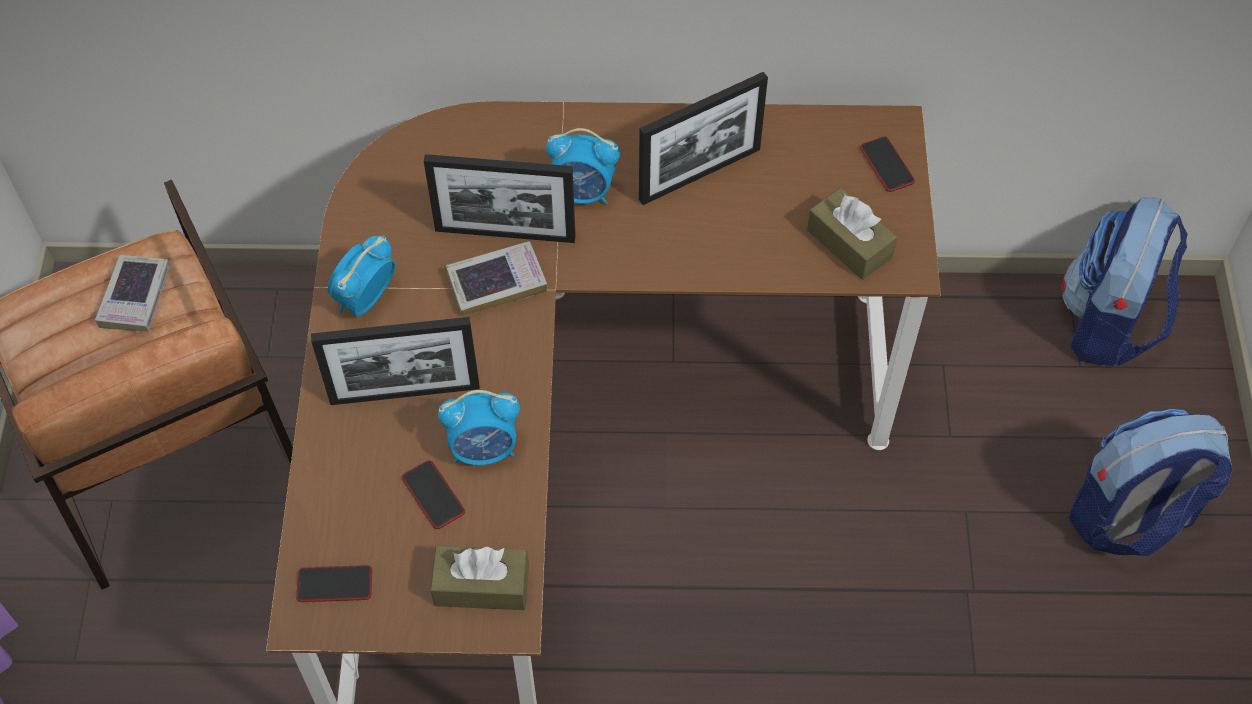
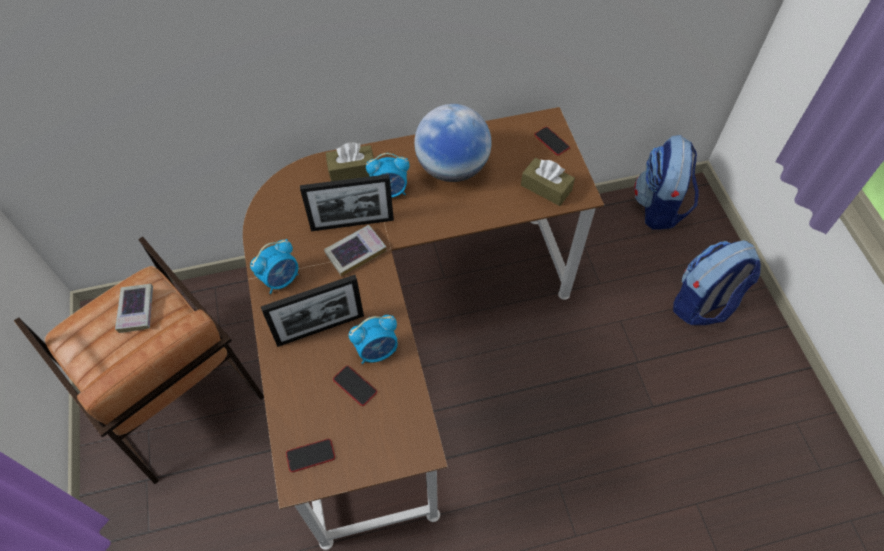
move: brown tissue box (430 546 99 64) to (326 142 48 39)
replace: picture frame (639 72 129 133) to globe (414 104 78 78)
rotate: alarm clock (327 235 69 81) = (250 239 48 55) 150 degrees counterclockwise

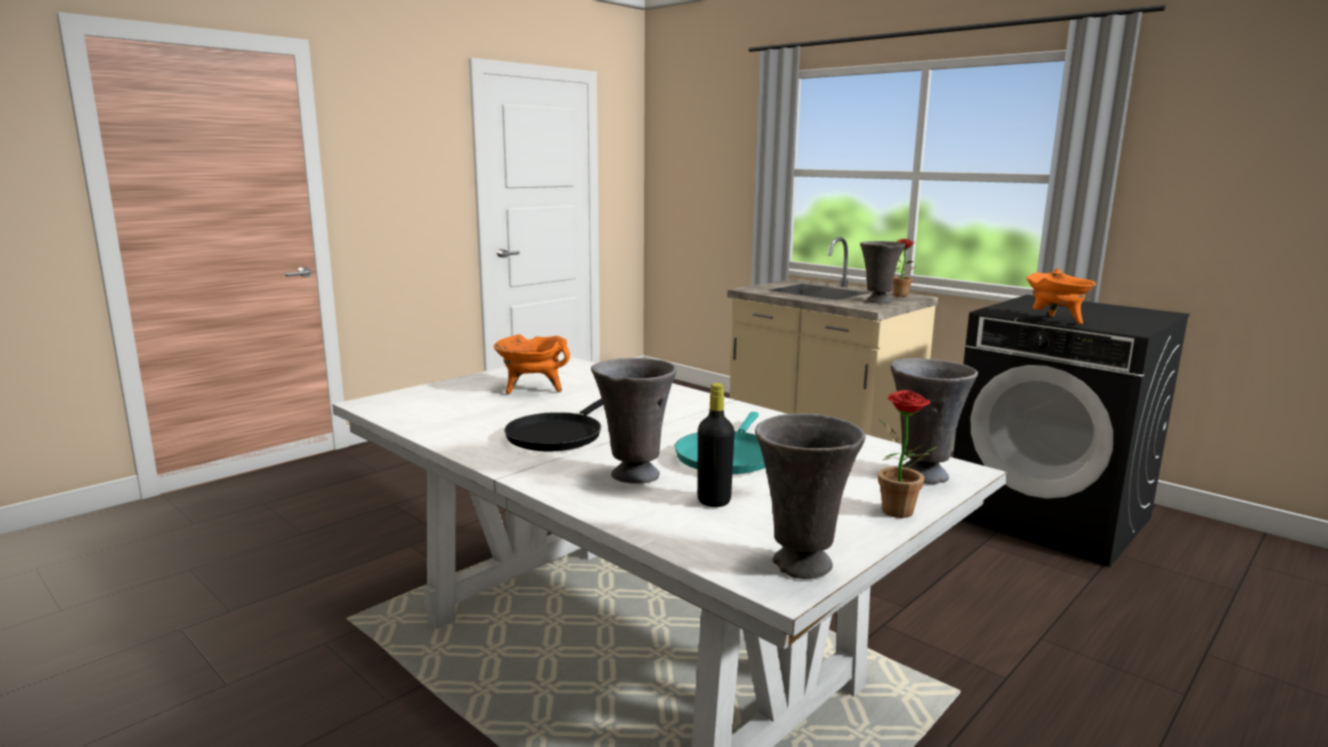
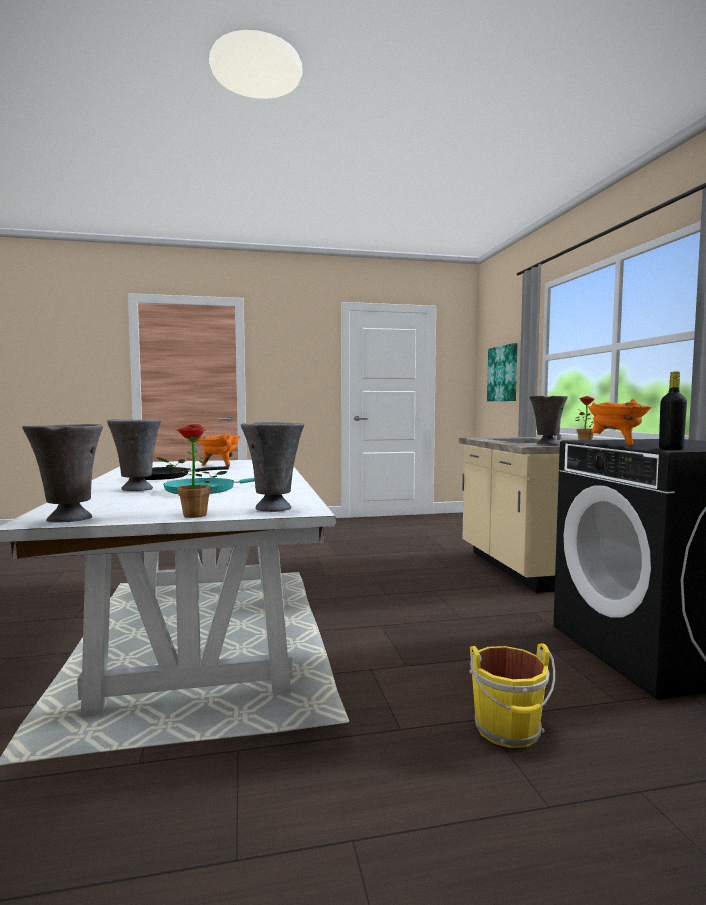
insert: yellow bucket (470 643 85 105); wall art (487 343 31 58)
move: black bottle (697 383 37 124) to (659 372 28 78)

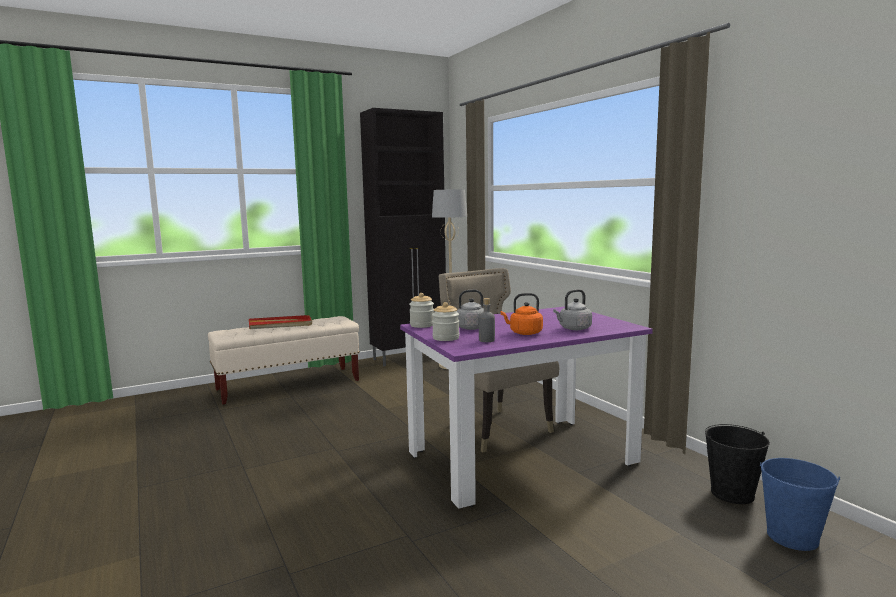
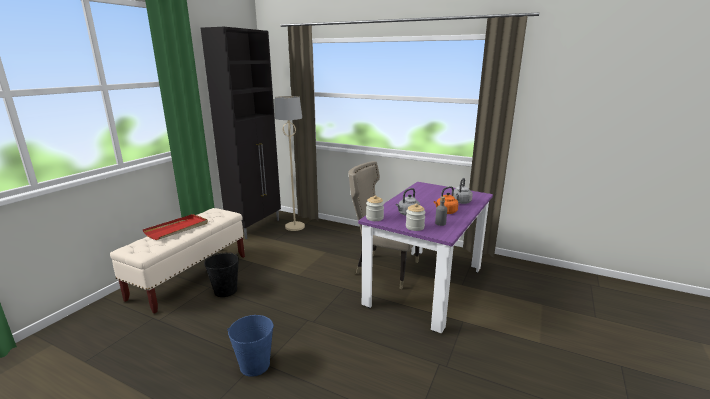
move: black bucket (705 424 65 80) to (204 252 35 45); bluish bucket (760 458 80 93) to (227 315 47 62)

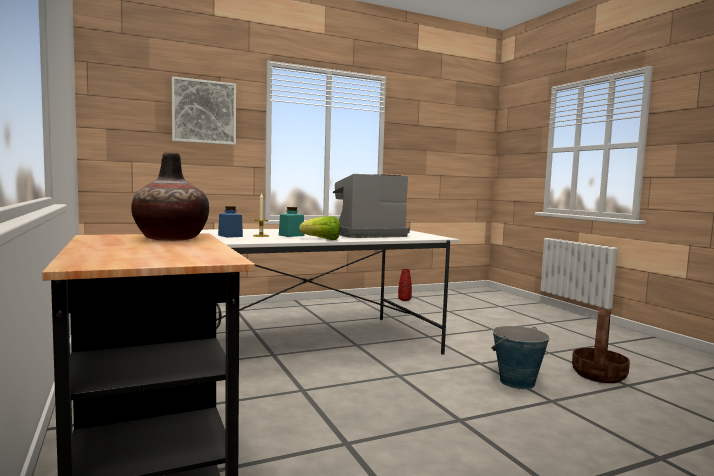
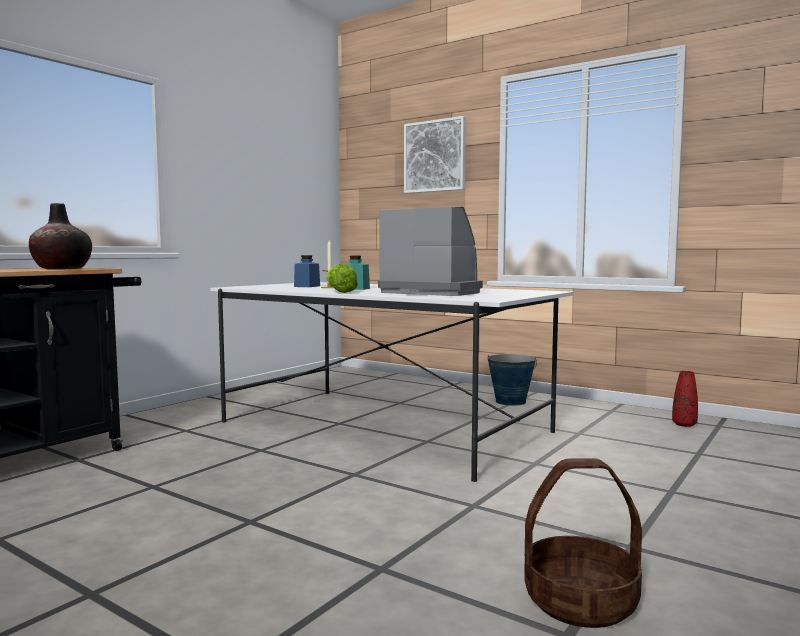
move: bucket (491 326 59 63) to (487 354 50 52)

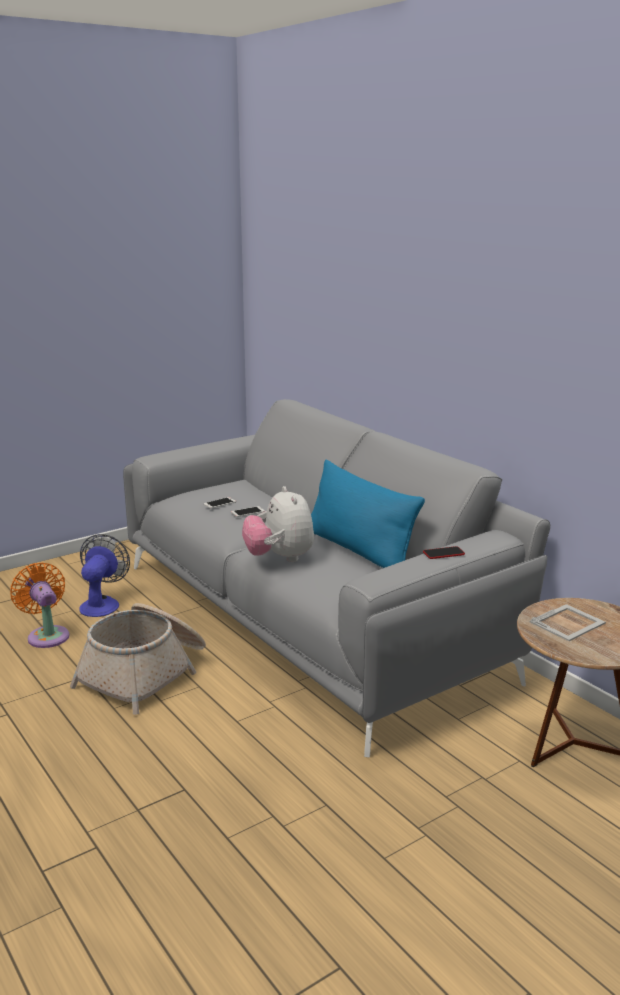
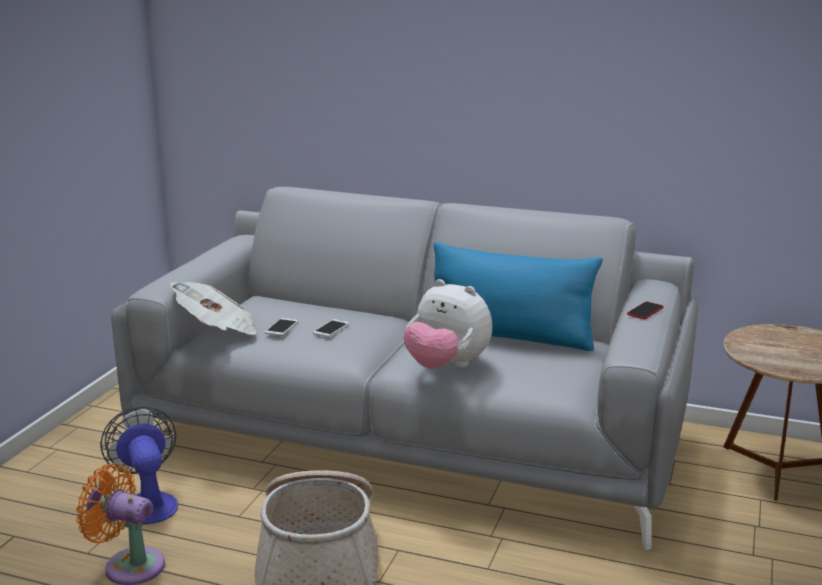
delete: picture frame (530 604 76 37)
insert: printed paper (170 282 86 53)

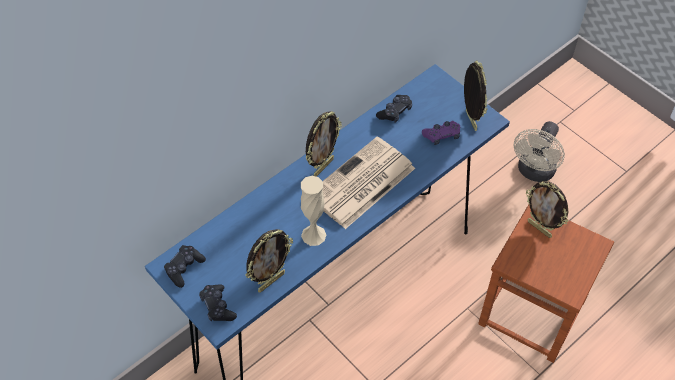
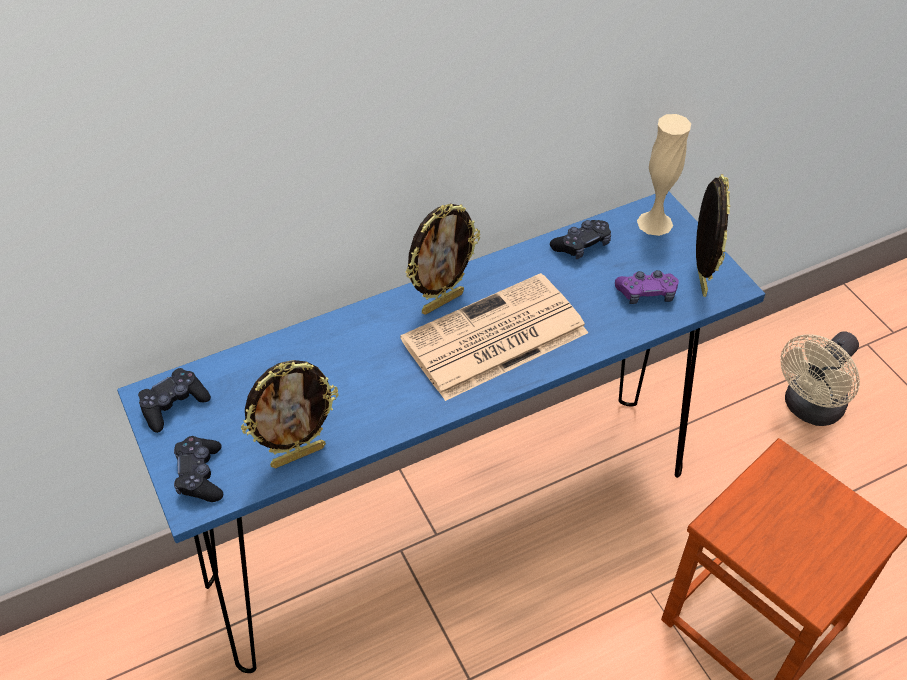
delete: picture frame (526 181 42 57)
move: sand-coloured flower vase (301 176 25 70) to (637 114 54 122)

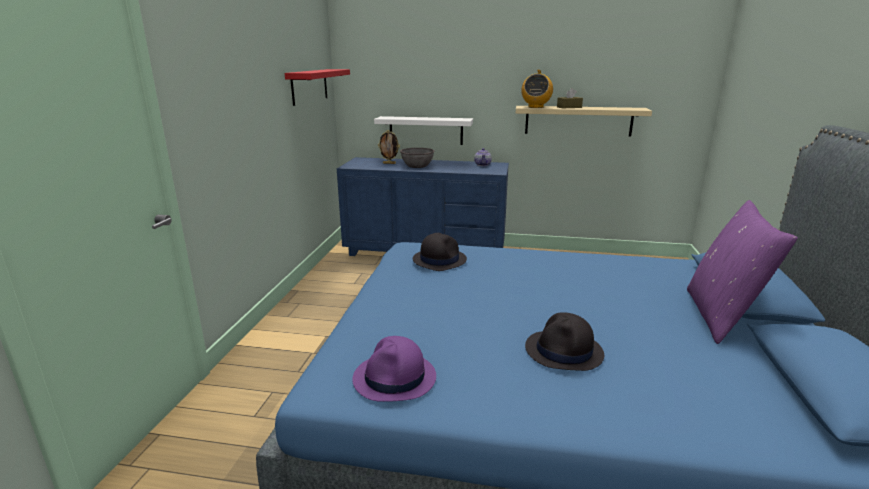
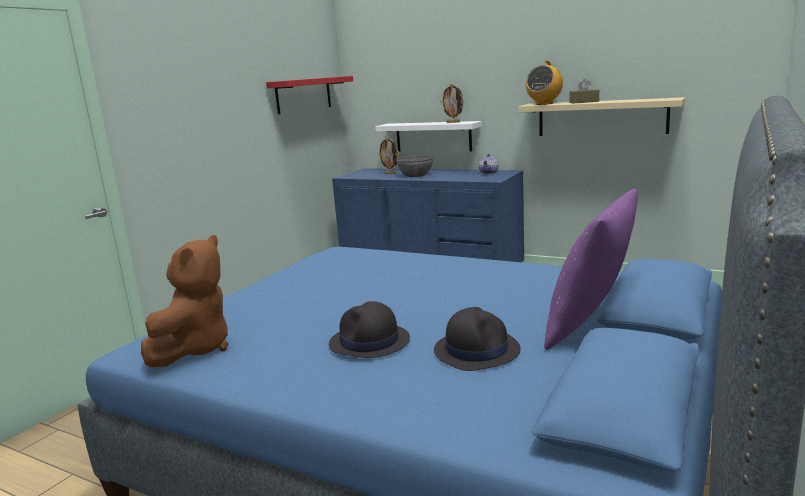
insert: picture frame (441 83 23 40)
move: black wearable hat (413 233 54 38) to (434 307 87 64)
replace: purple-coloured wearable hat (352 336 84 66) to brown cuddly toy (141 235 88 133)

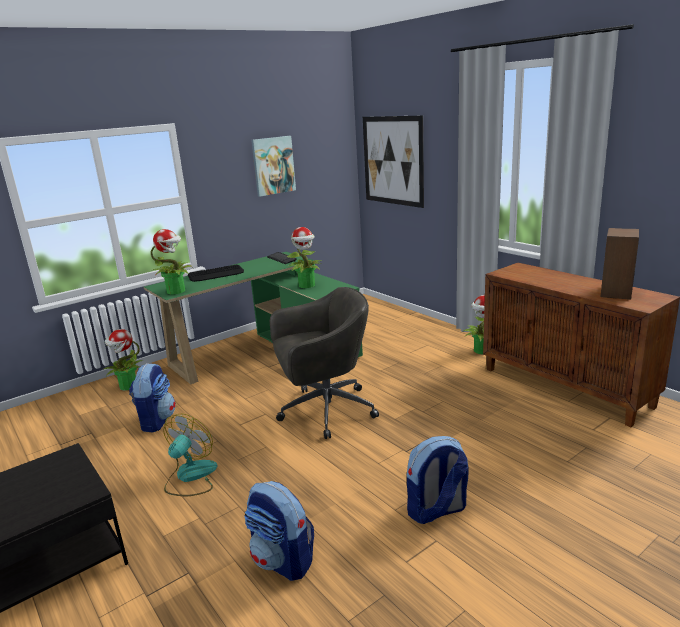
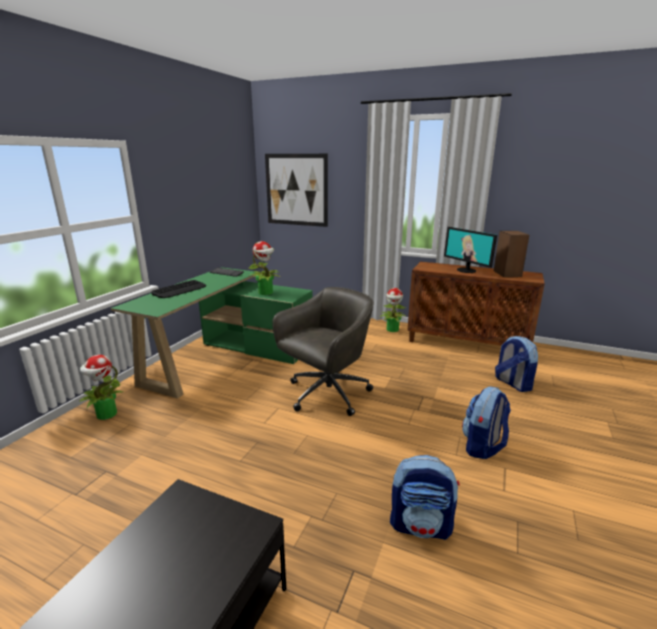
delete: potted plant (151 229 43 65); electric fan (163 413 55 83); wall art (251 136 45 61)
insert: computer screen (444 227 53 46)
move: knapsack (129 363 47 70) to (495 336 43 56)

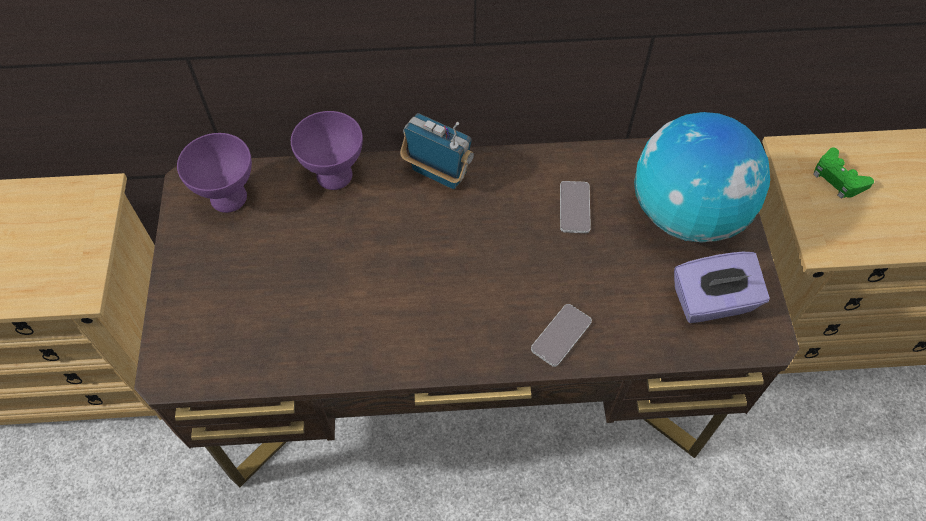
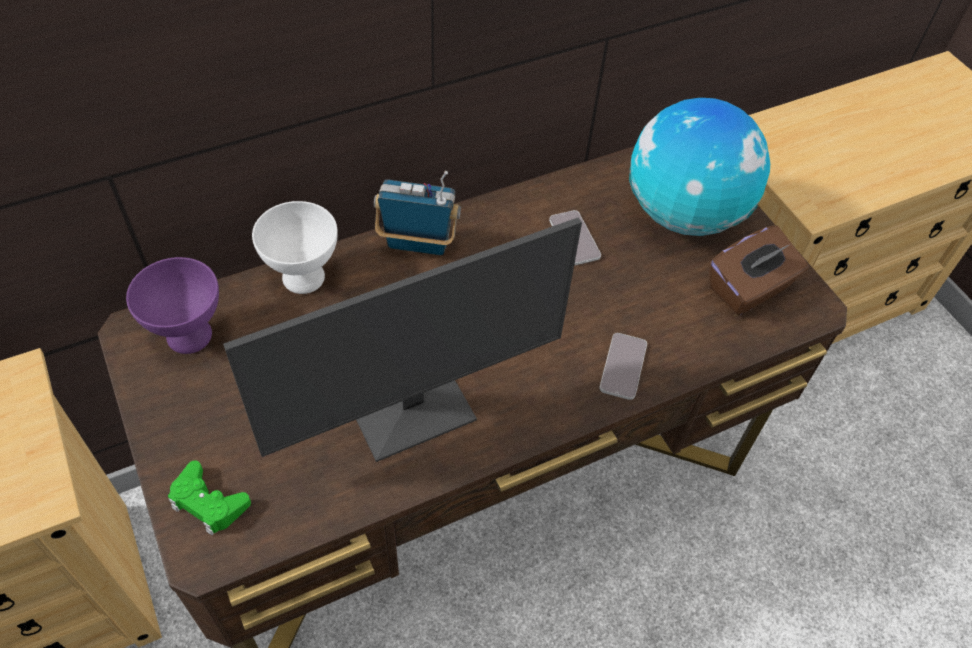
insert: computer screen (223 218 359 244)
move: greenish game controller (813 147 61 52) to (168 461 83 74)
recolor: purple-coloured bowl (291 111 72 79) to white-coloured bowl (252 201 86 93); purple-coloured tissue box (674 252 96 71) to brown tissue box (709 225 99 90)

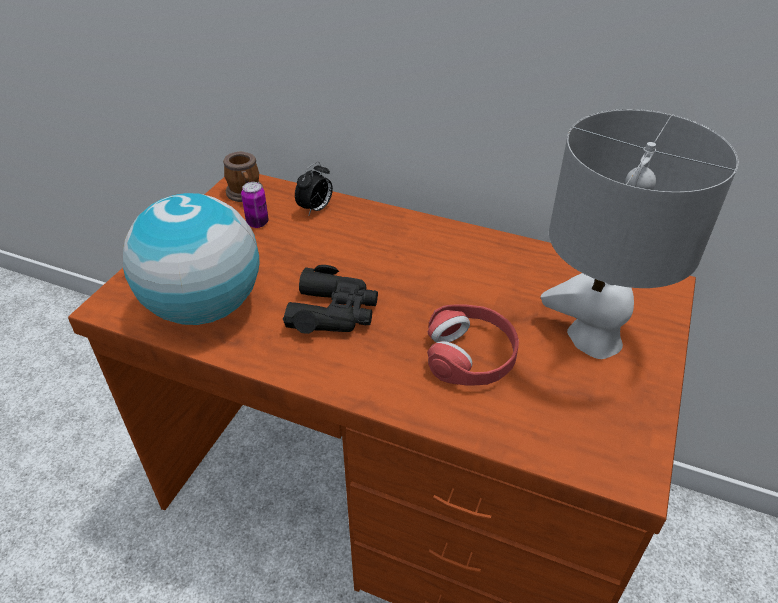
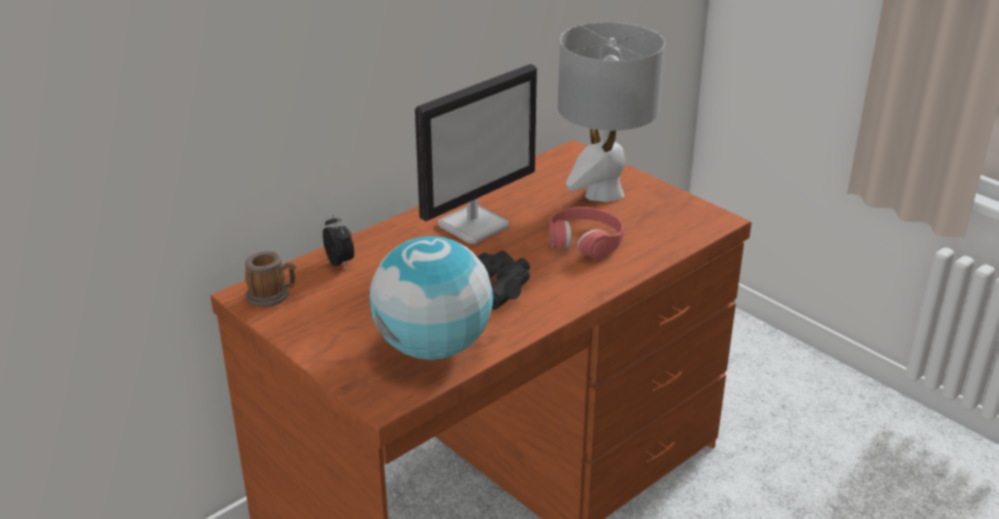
delete: sealed can (241 182 28 46)
insert: computer screen (415 64 122 179)

